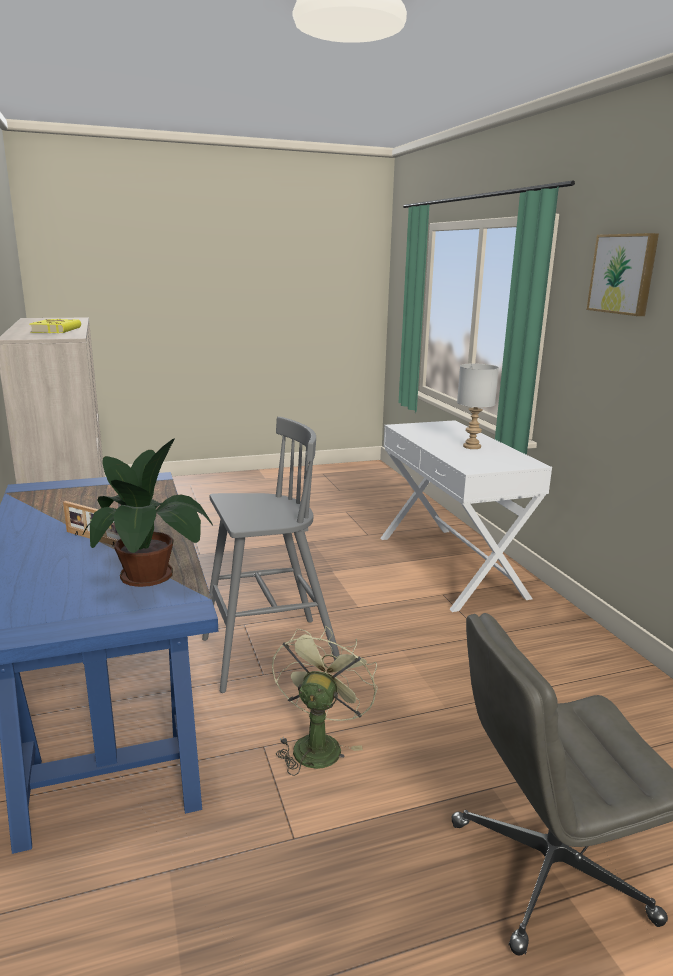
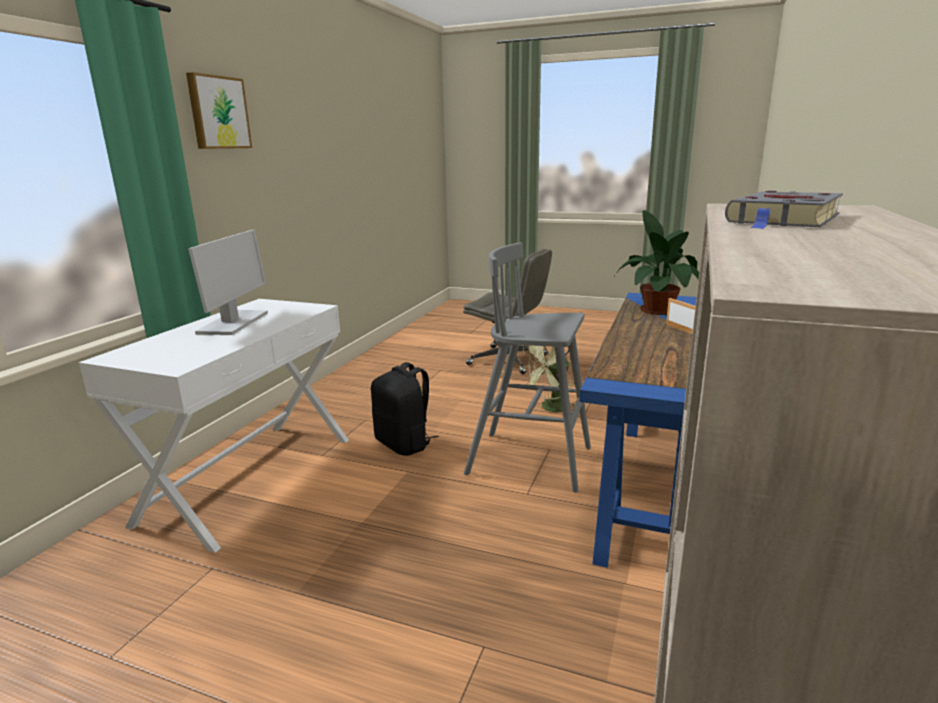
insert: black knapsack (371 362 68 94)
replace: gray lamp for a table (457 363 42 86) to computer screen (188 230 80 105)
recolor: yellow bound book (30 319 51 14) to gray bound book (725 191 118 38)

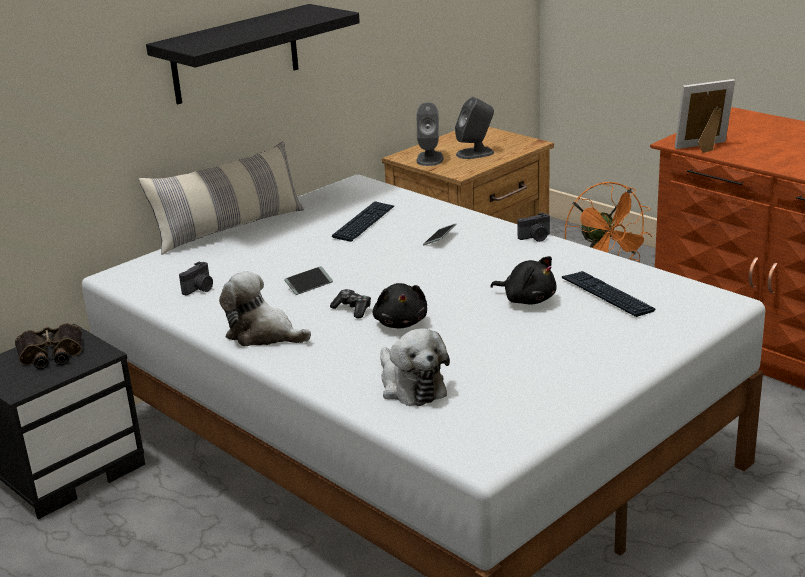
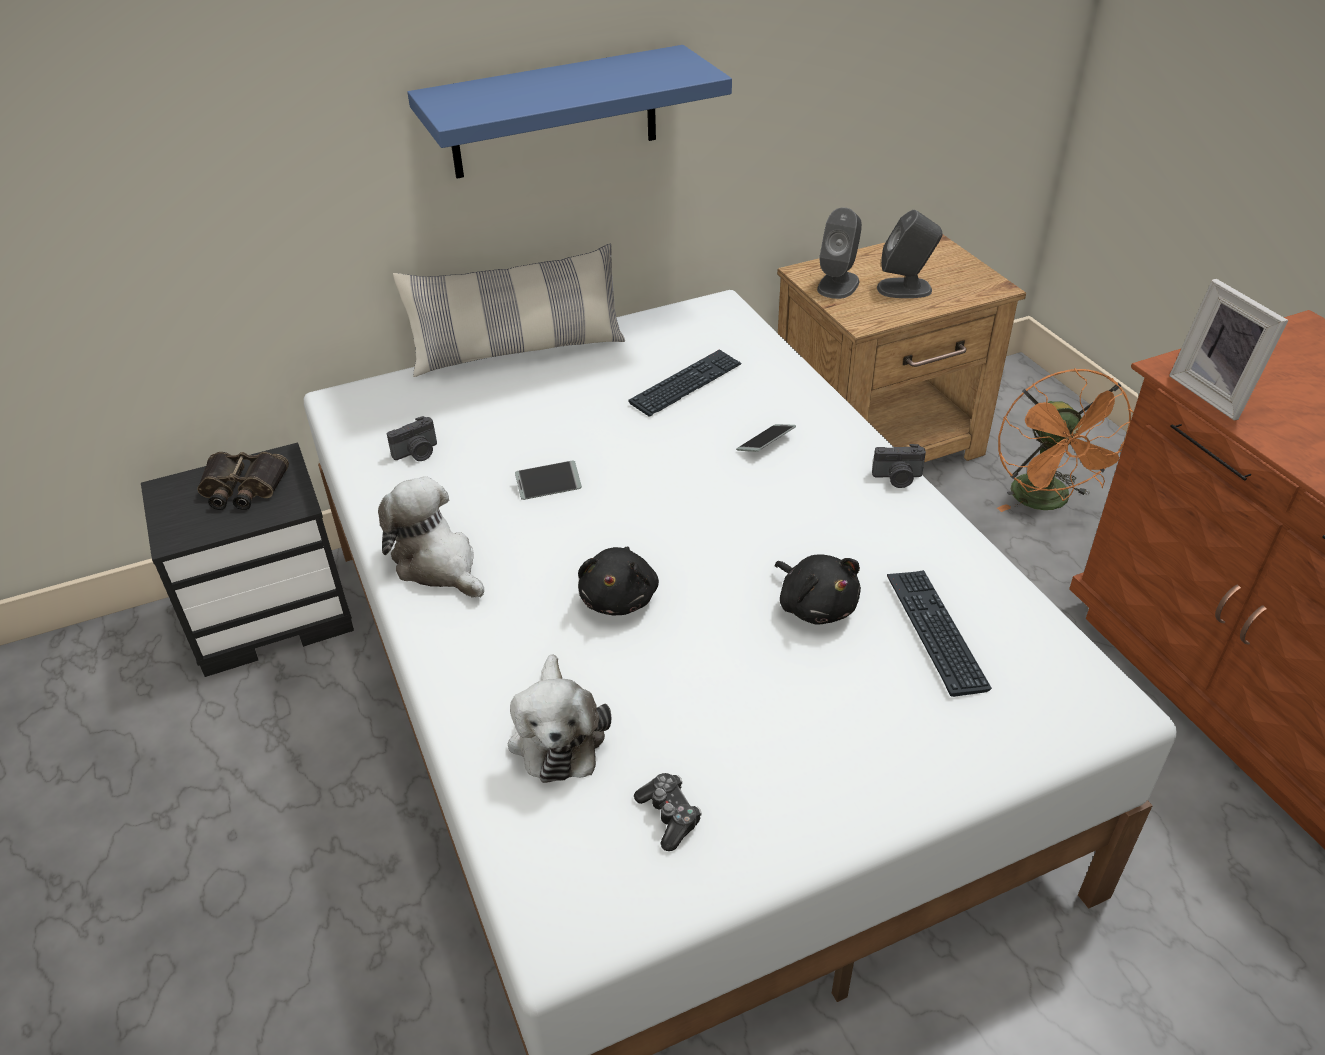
move: game controller (330 289 41 30) to (634 773 68 78)
recolor: black bracket shelf (146 4 214 100) to bluish bracket shelf (407 45 325 134)
rotate: picture frame (675 79 60 74) = (1169 279 119 142) 120 degrees counterclockwise

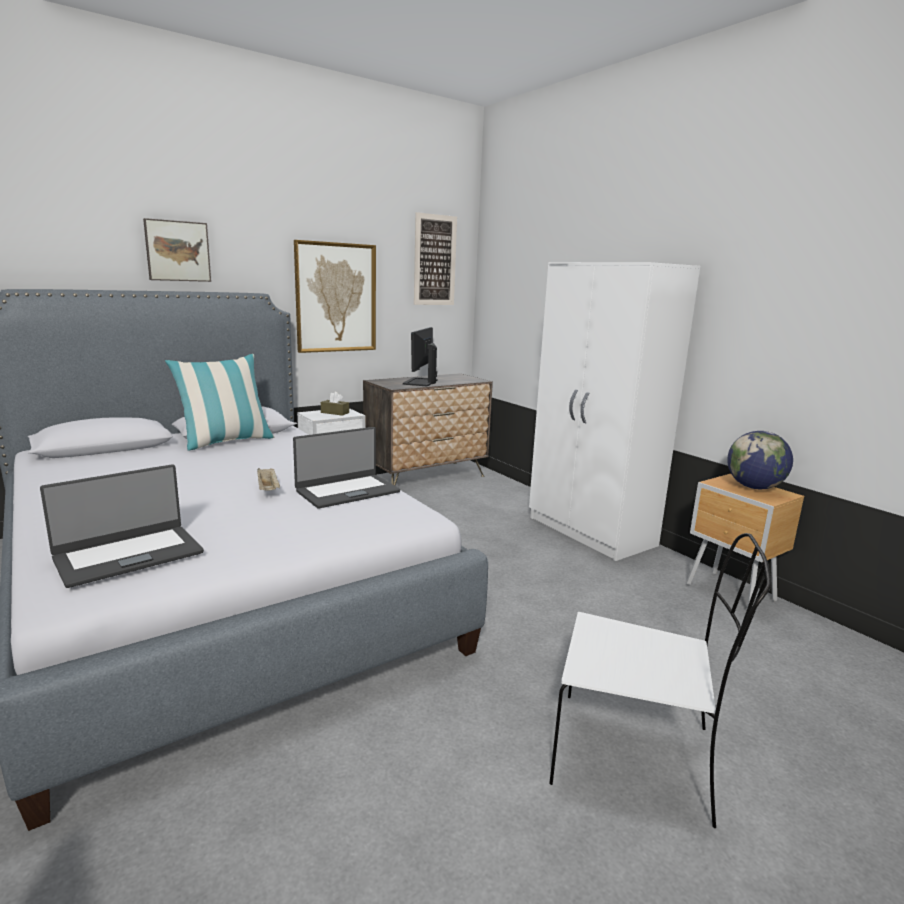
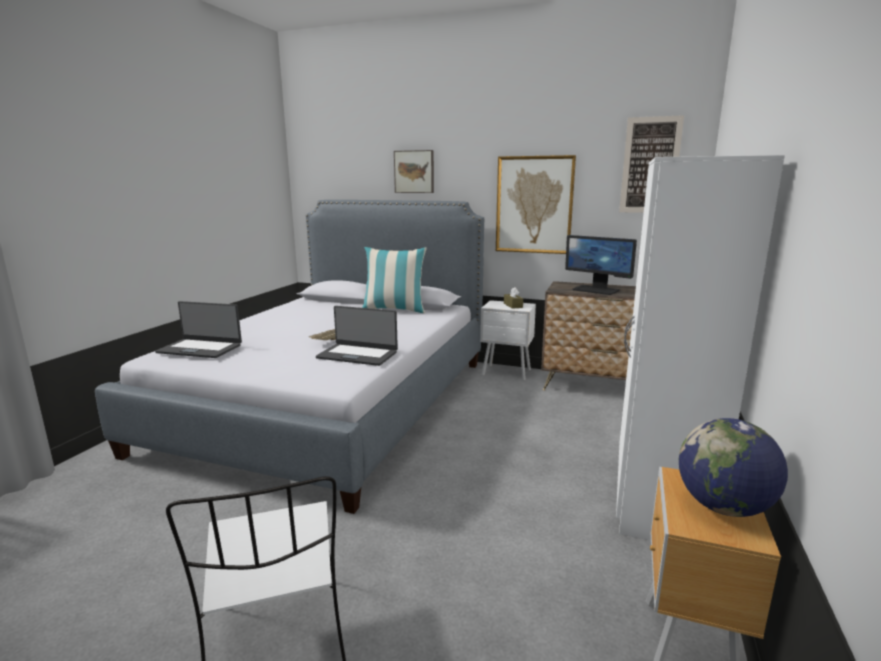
rotate: computer screen (403 327 34 59) = (565 235 72 60) 120 degrees counterclockwise

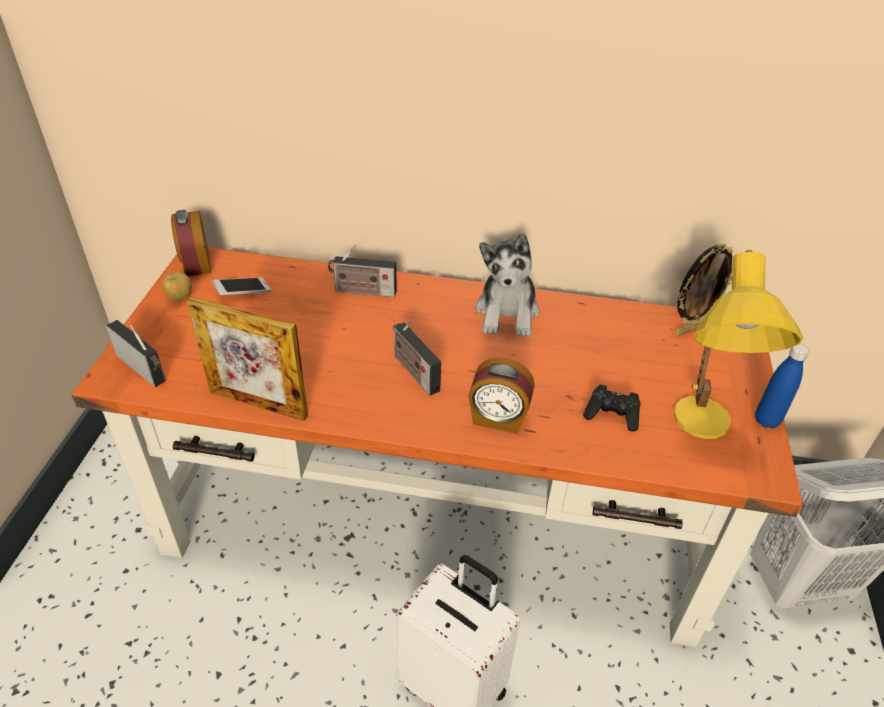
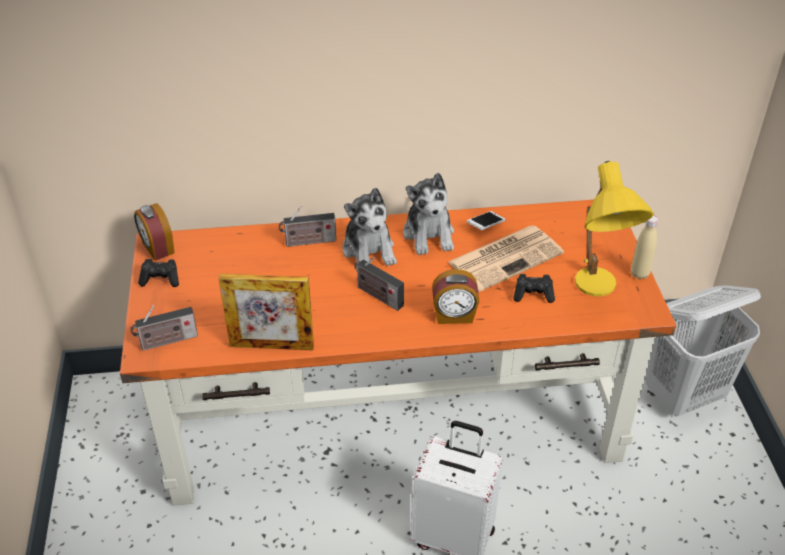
delete: picture frame (676 244 57 92)
insert: cuddly toy (342 188 55 78); printed paper (448 225 116 67)
move: handset (212 277 59 18) to (467 211 39 19)
replace: apple (162 272 30 29) to black game controller (138 259 41 28)
recolor: bluish bottle (755 344 55 85) to sand-coloured bottle (631 215 28 64)
rotate: radio receiver (106 320 60 67) = (130 305 68 46) 135 degrees clockwise

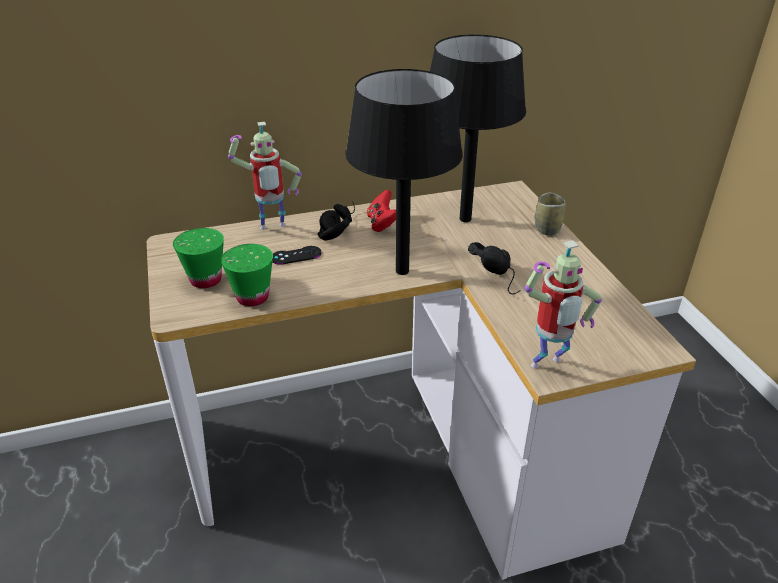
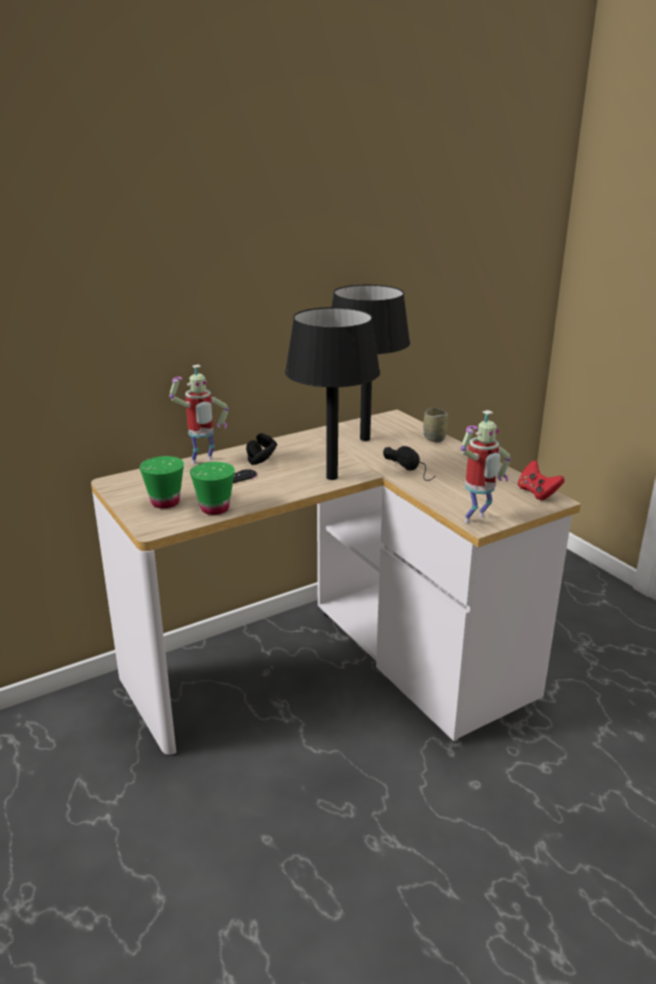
move: red game controller (367 190 29 42) to (518 460 46 40)

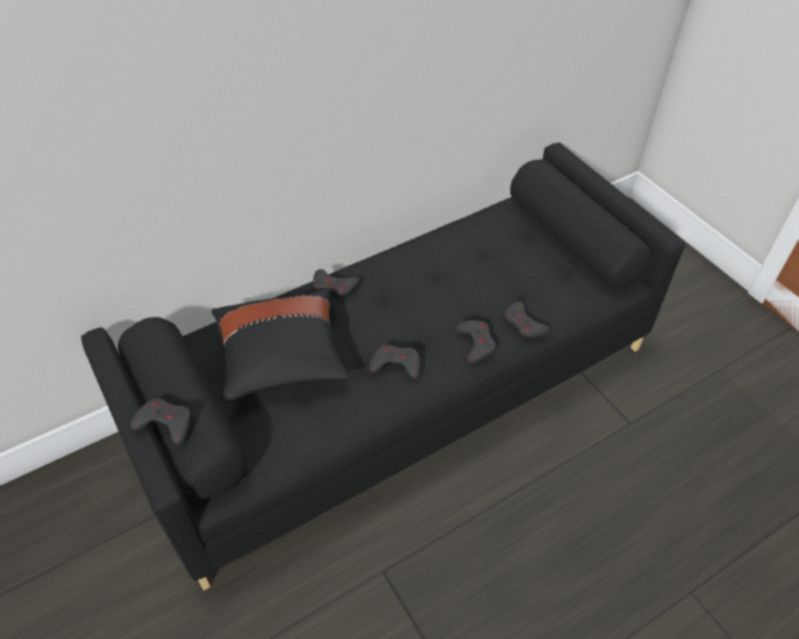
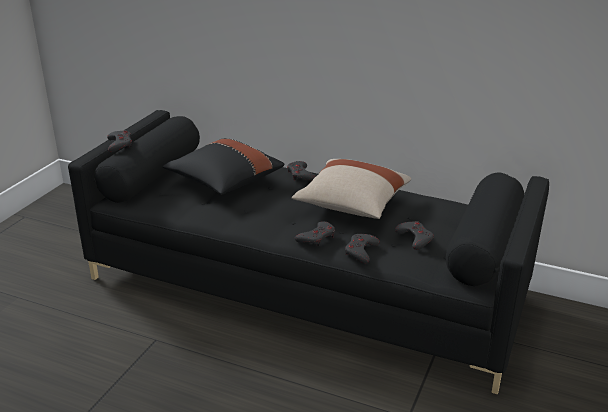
insert: sand-coloured cushion (292 159 119 60)
move: gray game controller (369 344 52 35) to (395 221 39 29)

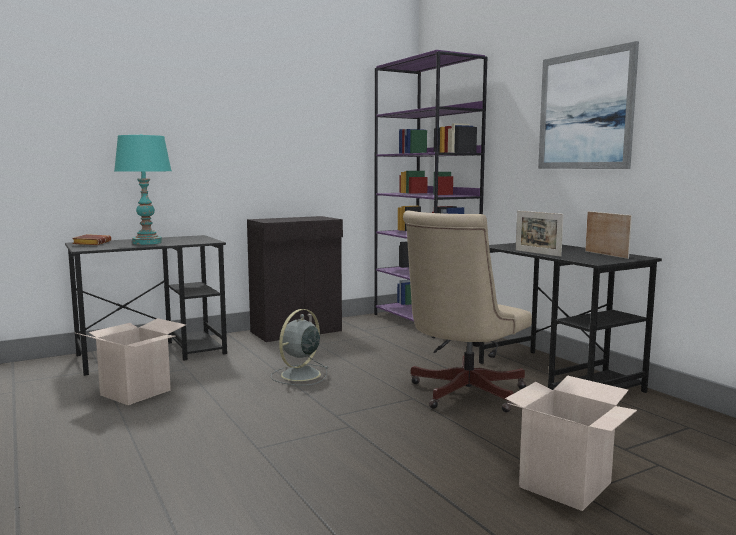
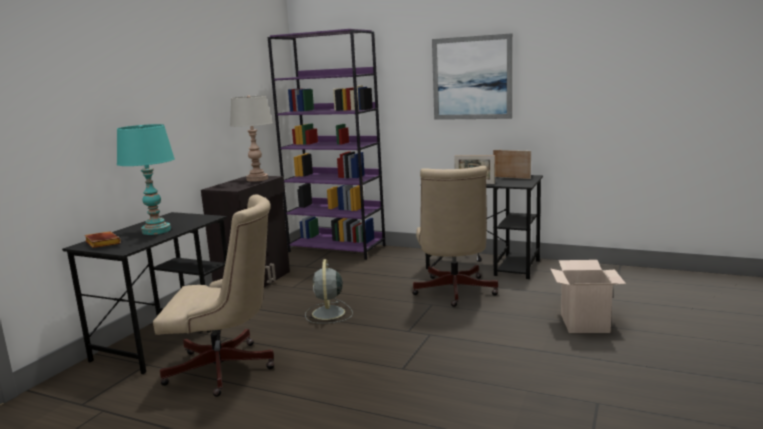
insert: gray lamp for a table (230 96 43 86)
replace: packing box (74 318 112 87) to sand-coloured desk chair (153 194 121 203)

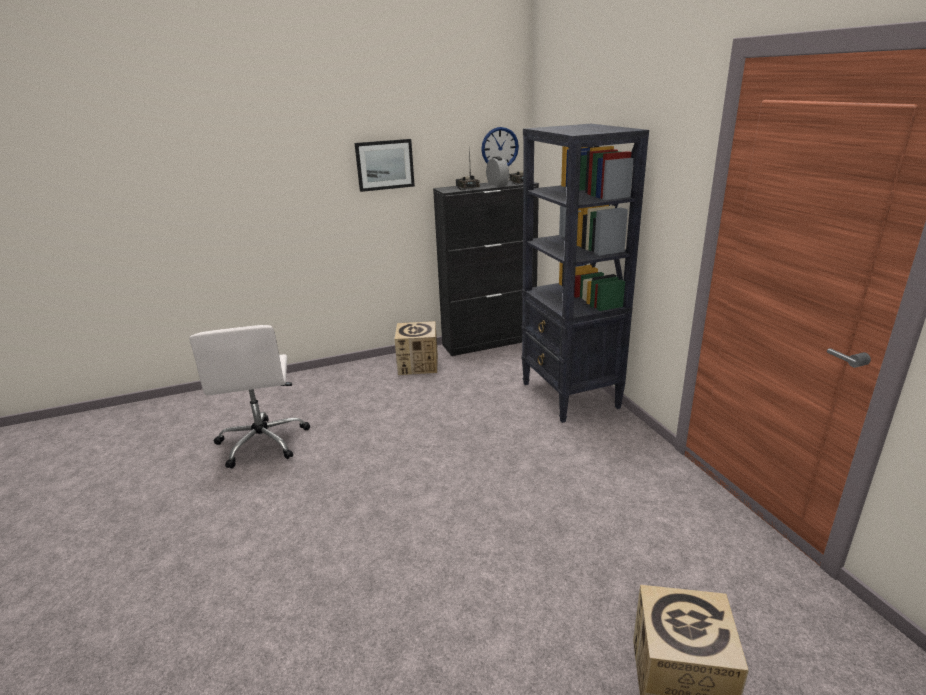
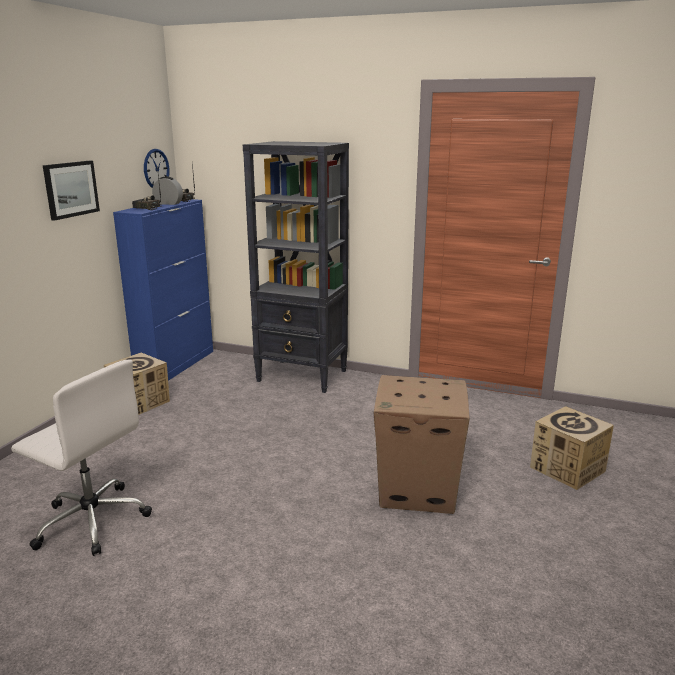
insert: packing box (374 375 96 139)
recolor: black cabinet (433 180 106 176) to bluish cabinet (113 199 100 182)

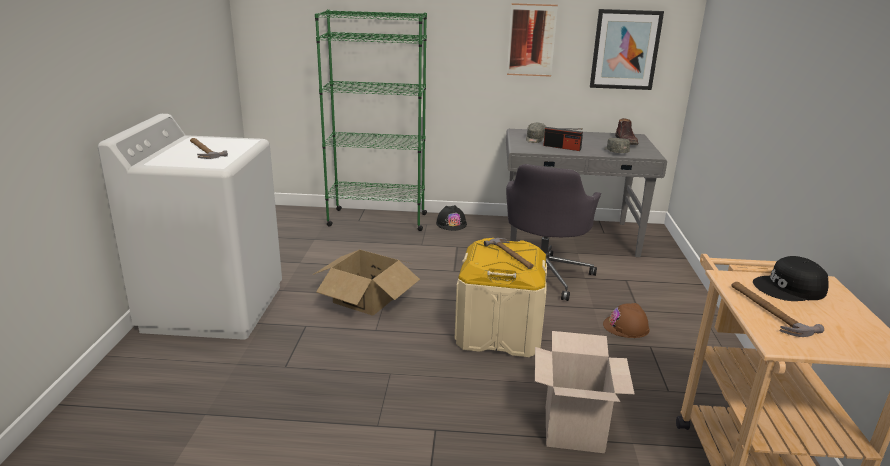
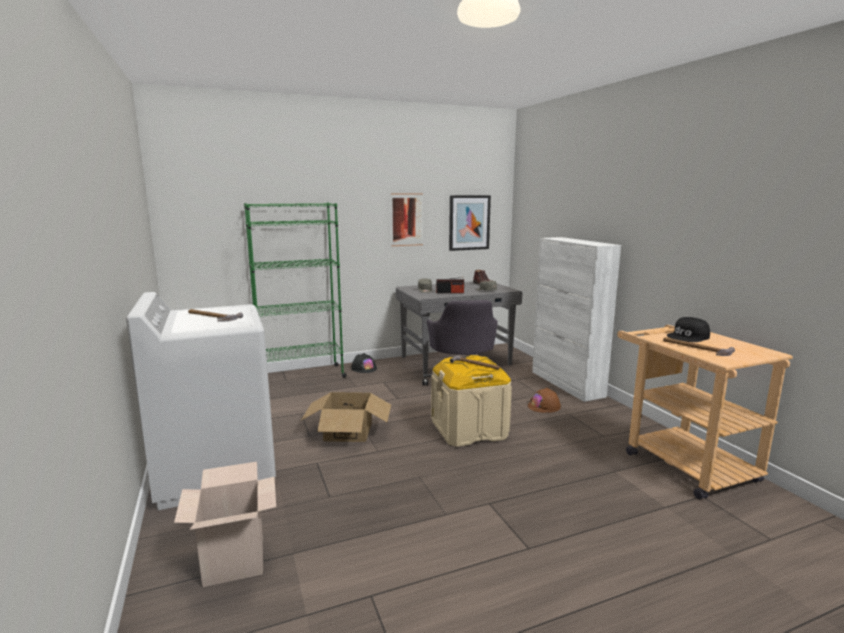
insert: white-coloured cabinet (532 237 89 165)
move: packing box (535 331 100 122) to (174 462 102 125)

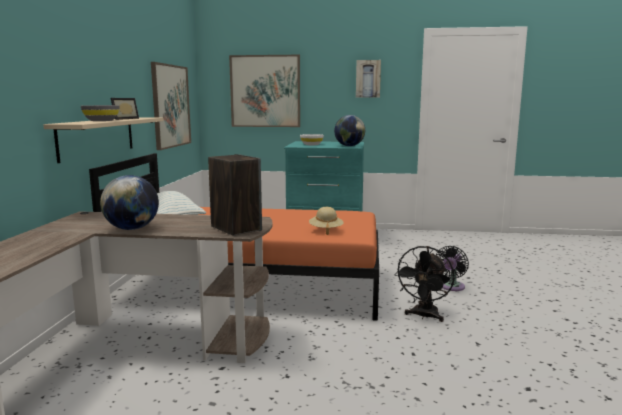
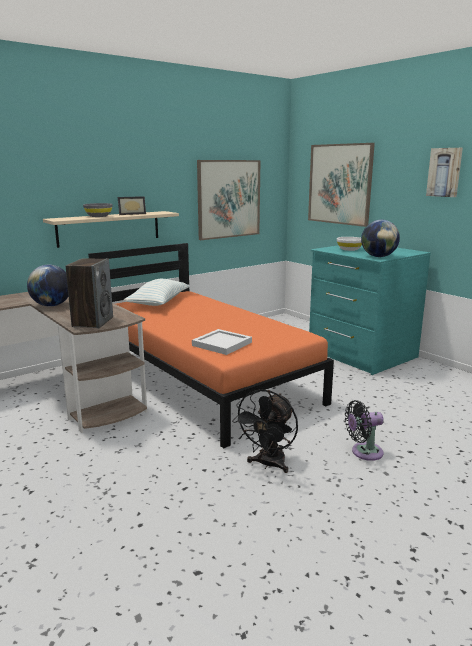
replace: sand-coloured wearable hat (309 207 34 28) to white-coloured tray (192 329 60 26)
rotate: black electric fan (394 246 60 76) = (232 389 66 84) 45 degrees counterclockwise

